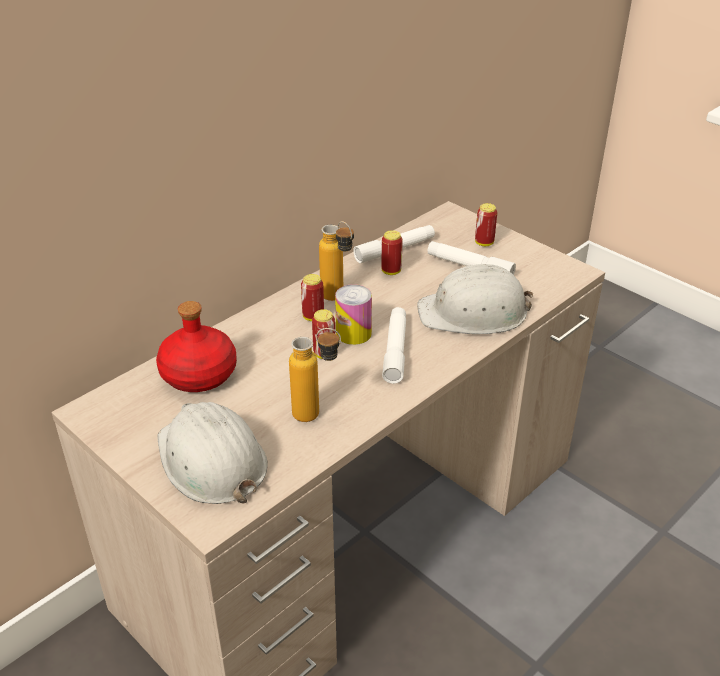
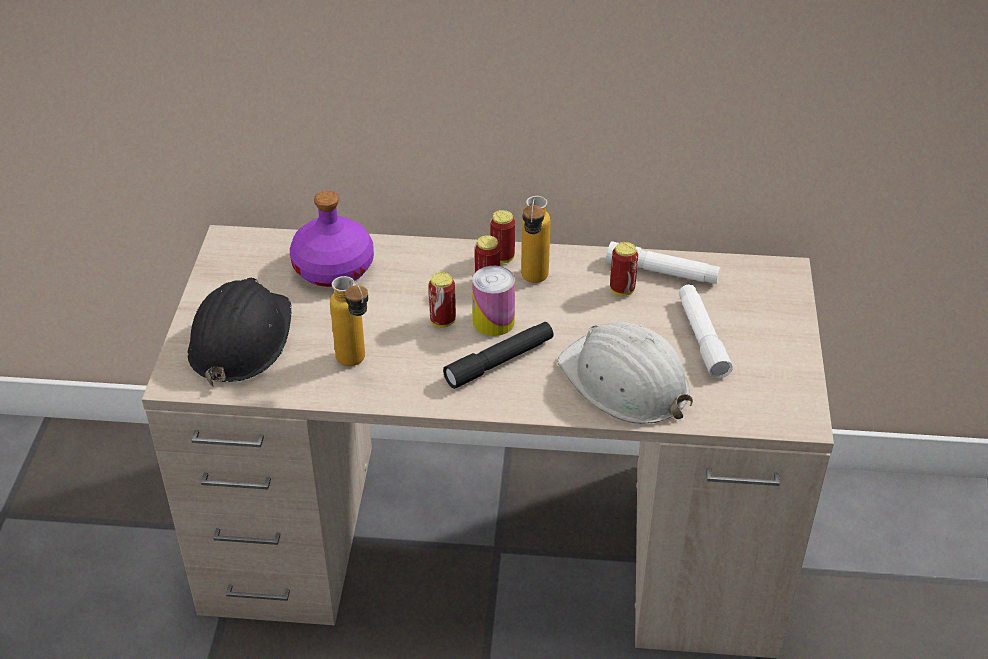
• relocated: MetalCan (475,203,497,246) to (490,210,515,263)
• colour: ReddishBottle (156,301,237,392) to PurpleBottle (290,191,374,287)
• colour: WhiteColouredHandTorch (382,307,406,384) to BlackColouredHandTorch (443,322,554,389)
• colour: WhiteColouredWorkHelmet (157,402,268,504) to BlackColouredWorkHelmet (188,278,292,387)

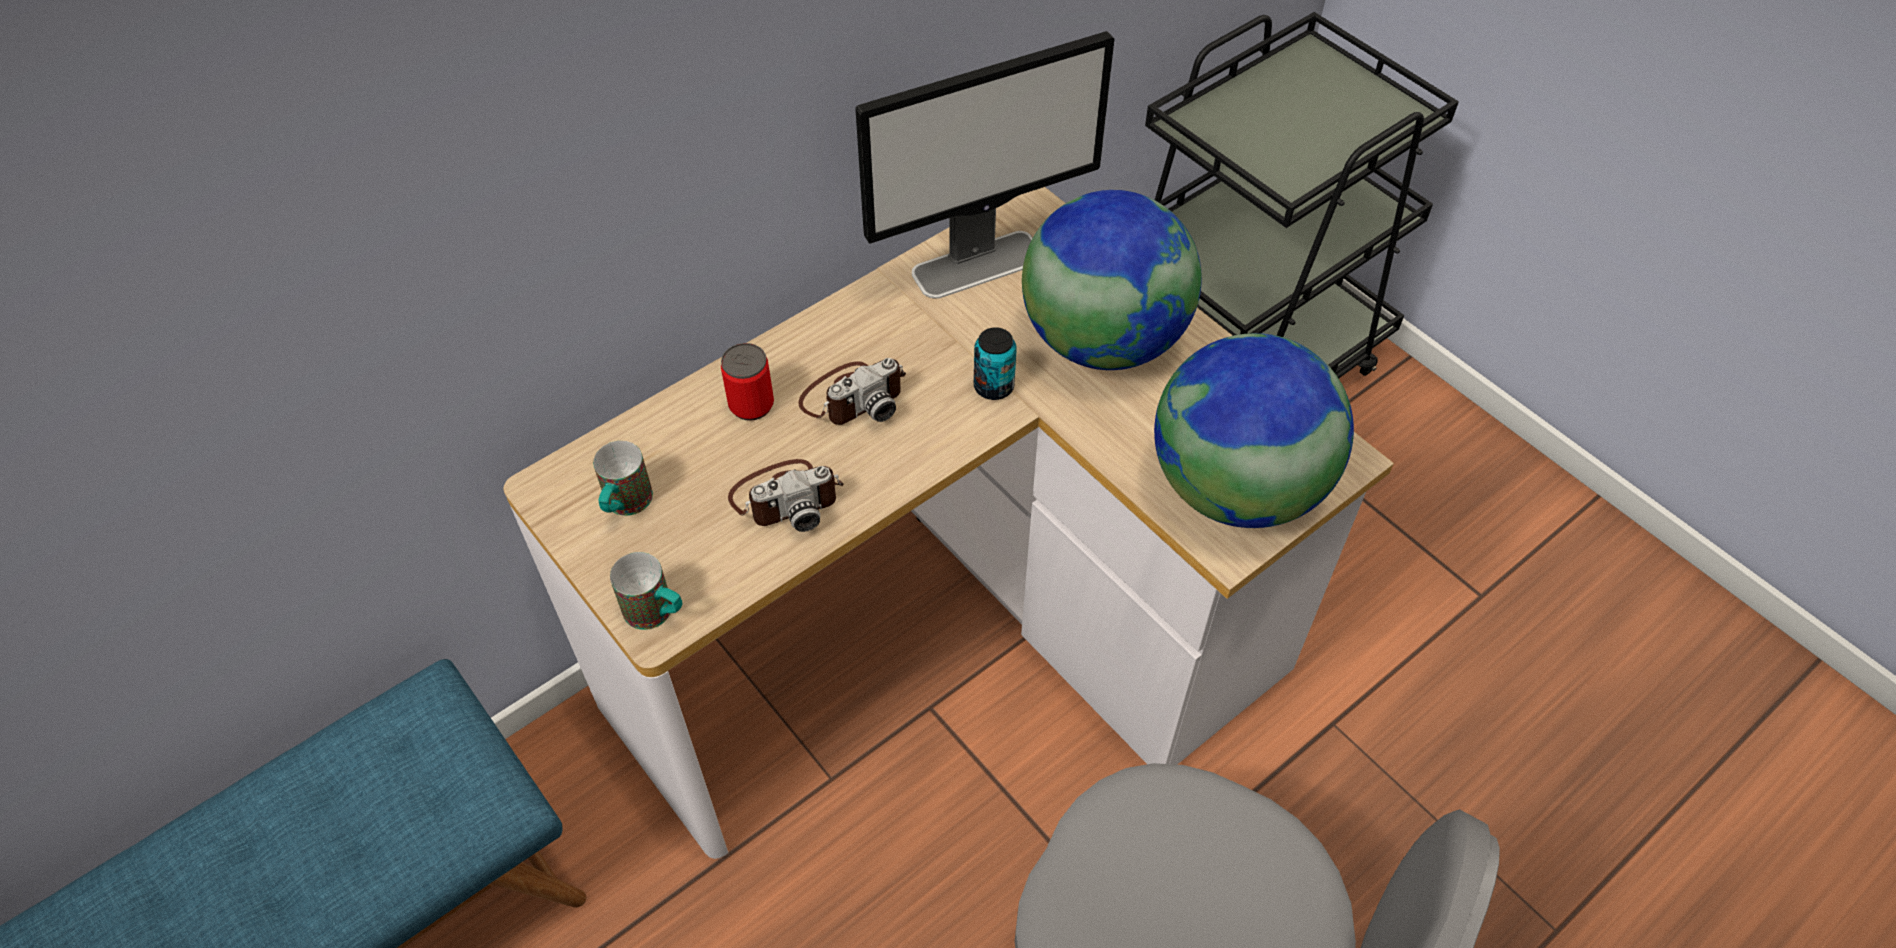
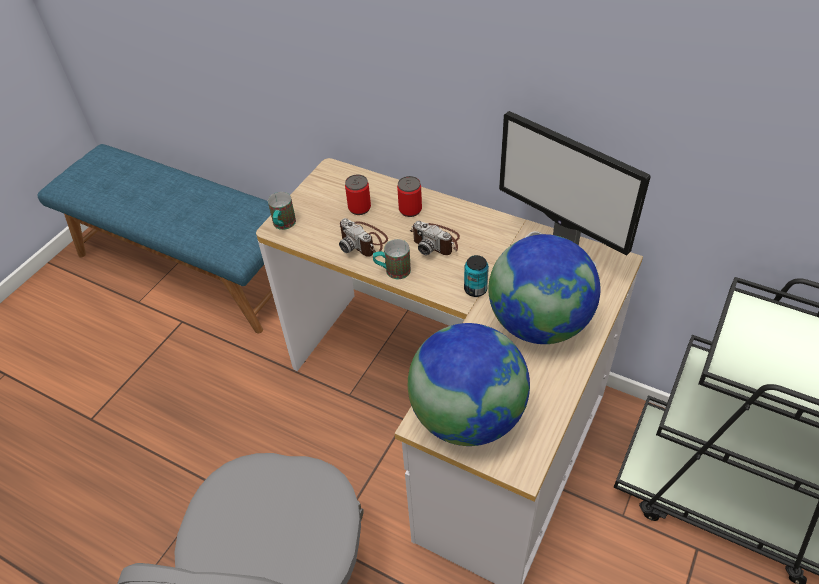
• relocated: TeaMug (593,441,653,516) to (373,239,411,279)
• appeared: MetalCan (345,174,371,215)

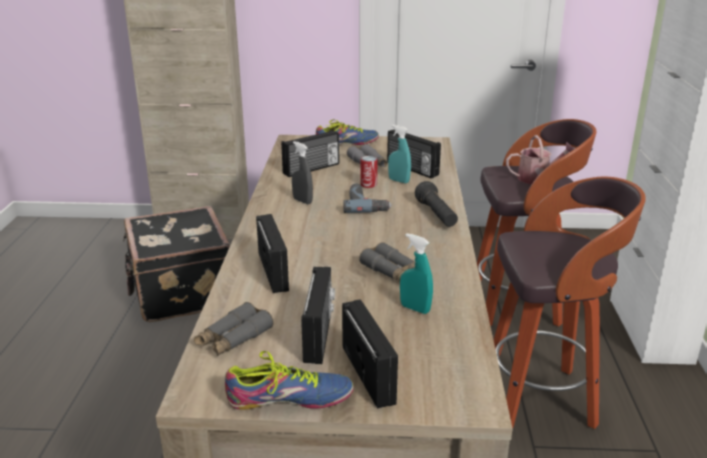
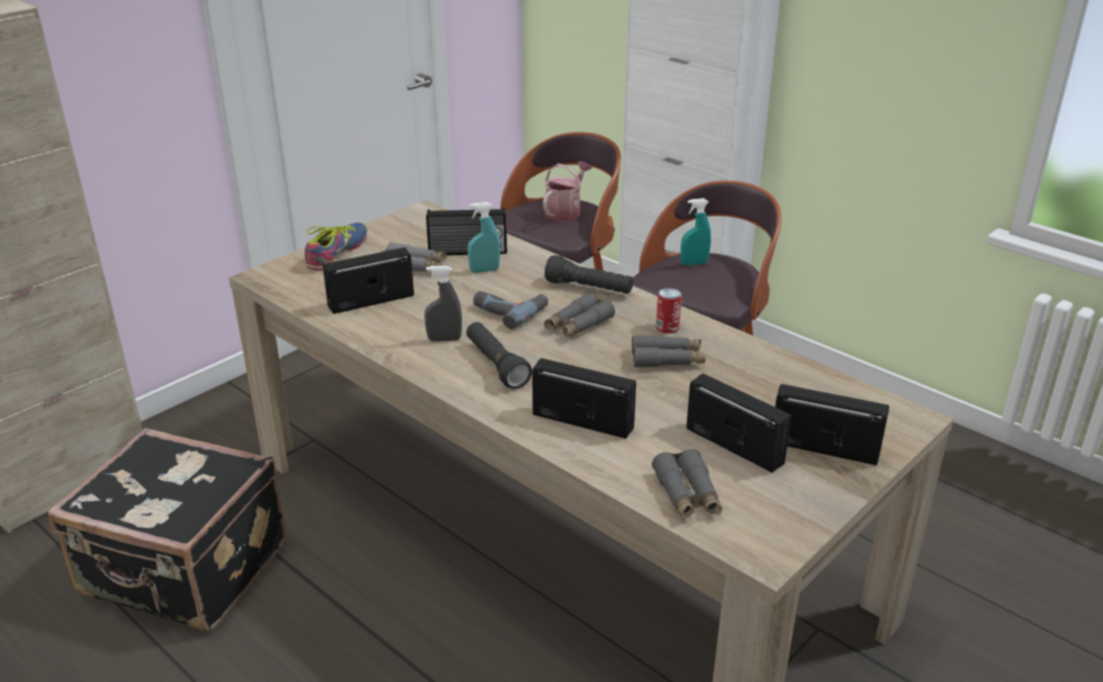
• spun: Radio (281,130,339,177) = (323,247,414,314) 120 degrees counterclockwise
• relocated: MetalCan (360,156,378,188) to (656,288,682,333)
• relocated: BlueGreenHandSprayer (400,233,433,314) to (681,198,711,266)
• missing: Shoe (225,351,354,410)
• appeared: GreyishFieldGlasses (544,293,615,338)
• appeared: BlackColouredHandTorch (466,322,532,389)

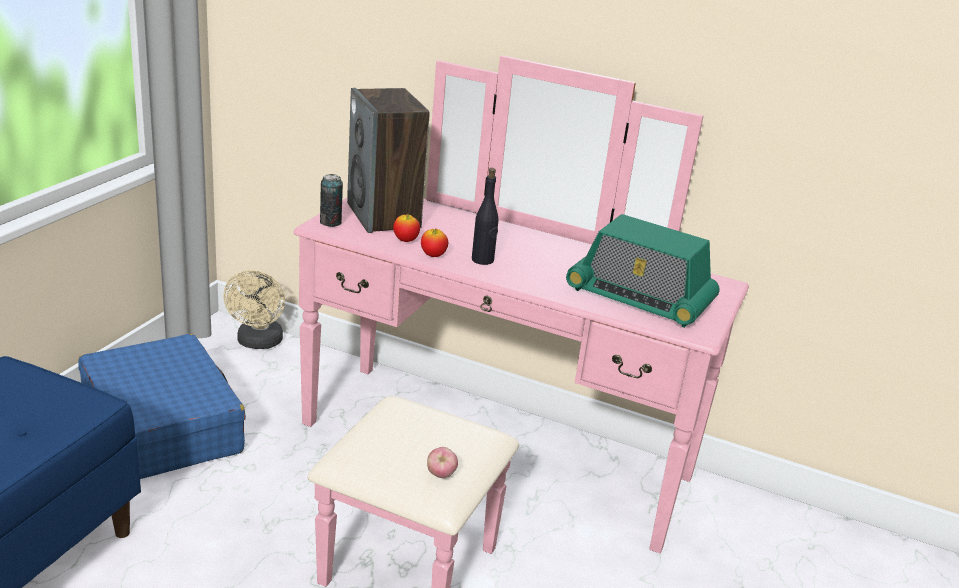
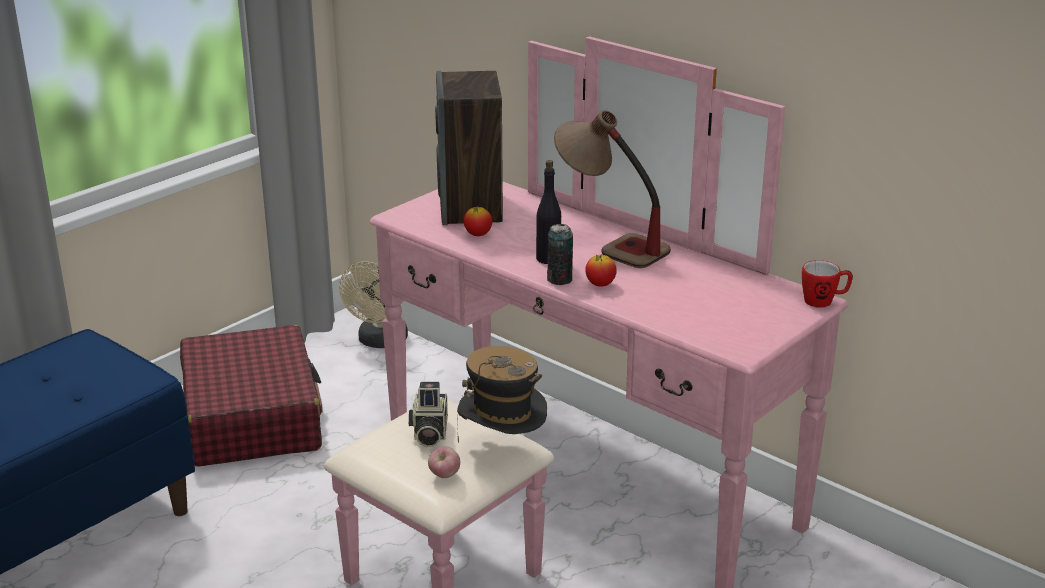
• relocated: MetalCan (320,174,343,227) to (547,224,573,285)
• missing: Radio (566,214,720,328)
• relocated: WholeApple (421,228,448,257) to (585,254,617,287)
• colour: BlueColouredSuitcase (78,334,246,479) to ReddishSuitcase (180,325,322,467)
• appeared: TableLamp (554,110,671,268)
• appeared: TeaMug (801,260,853,308)
• appeared: ClothingHat (457,346,547,443)
• appeared: PhotoCamera (409,382,448,447)

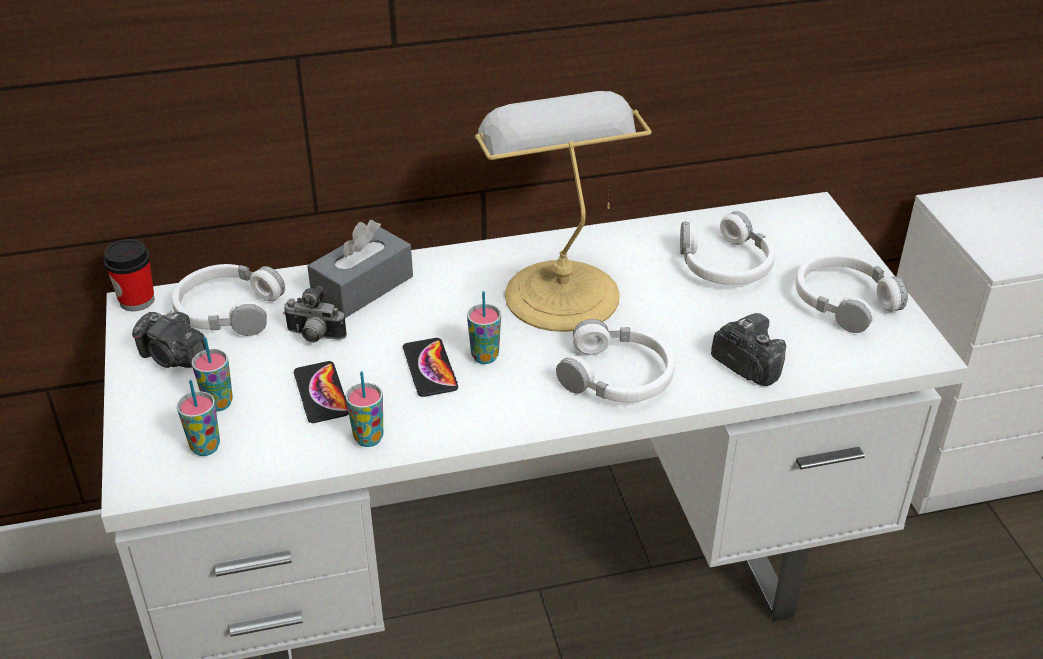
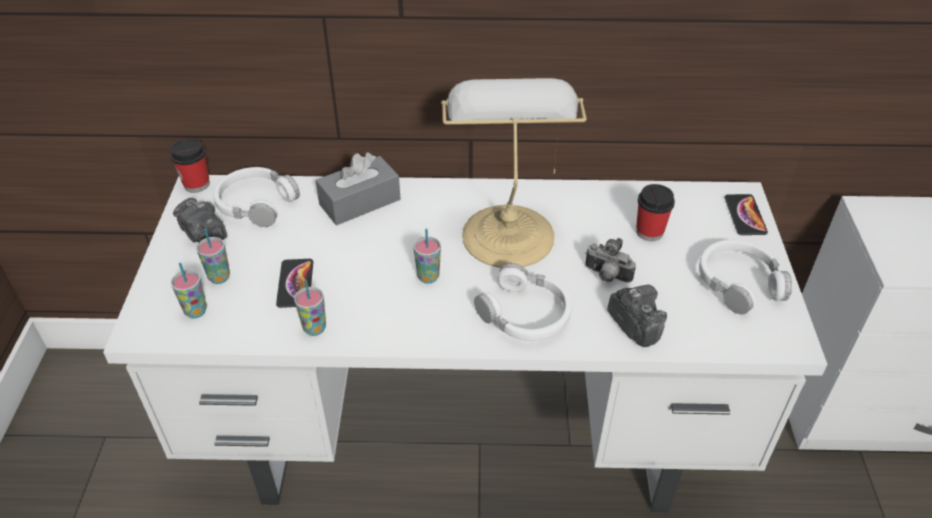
• exchanged: WhiteColouredHeadset (680,211,775,285) to Cup (636,184,675,241)
• relocated: PhotoCamera (283,286,347,343) to (585,238,636,283)
• relocated: Telephone (403,338,458,397) to (725,194,768,235)

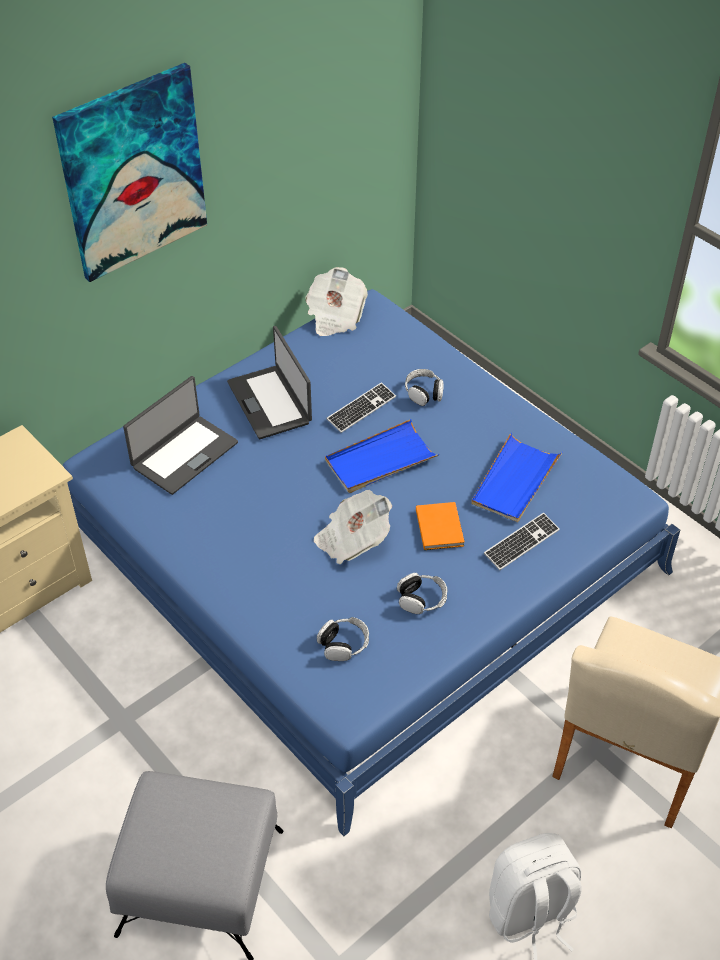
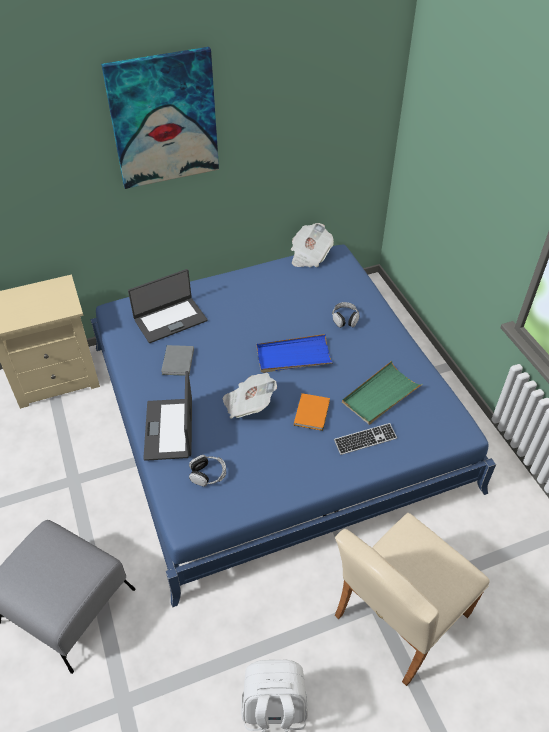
• relocated: Laptop (227,326,312,439) to (143,371,192,461)
• missing: PcKeyboard (326,382,396,433)
• colour: BlueColouredCarryingTray (471,433,563,522) to GreenishCarryingTray (342,361,423,425)
• missing: Headset (397,573,447,614)
• appeared: GreyishBook (161,345,194,376)

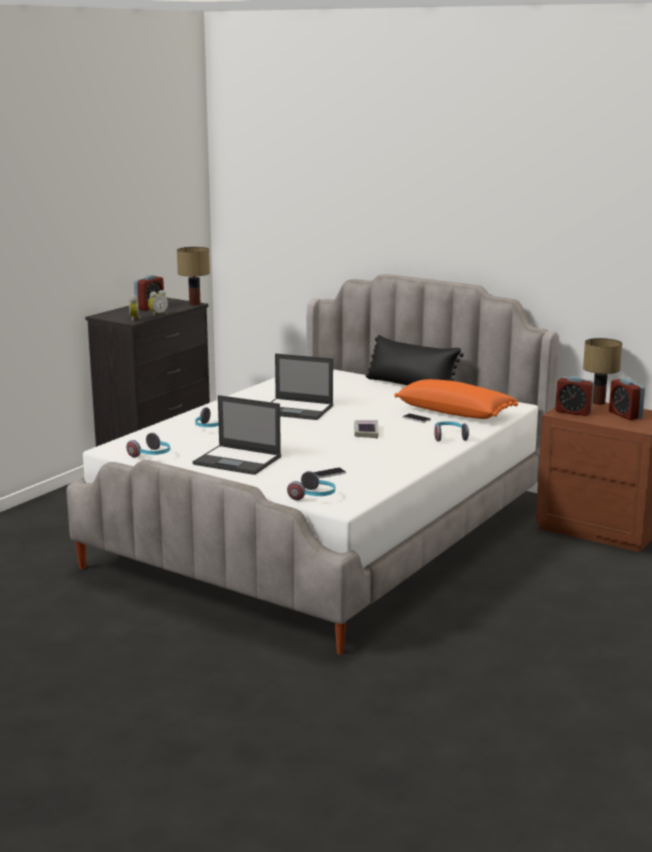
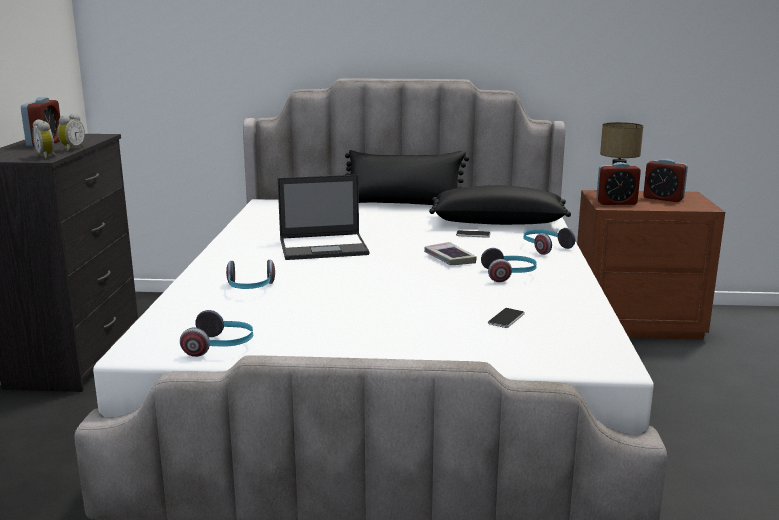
• missing: TableLamp (177,247,210,305)
• colour: OrangeThrowPillow (394,379,518,419) to BlackColouredThrowPillow (429,185,571,225)
• missing: Laptop (193,395,281,475)
• relocated: Headset (287,471,336,500) to (481,248,537,282)

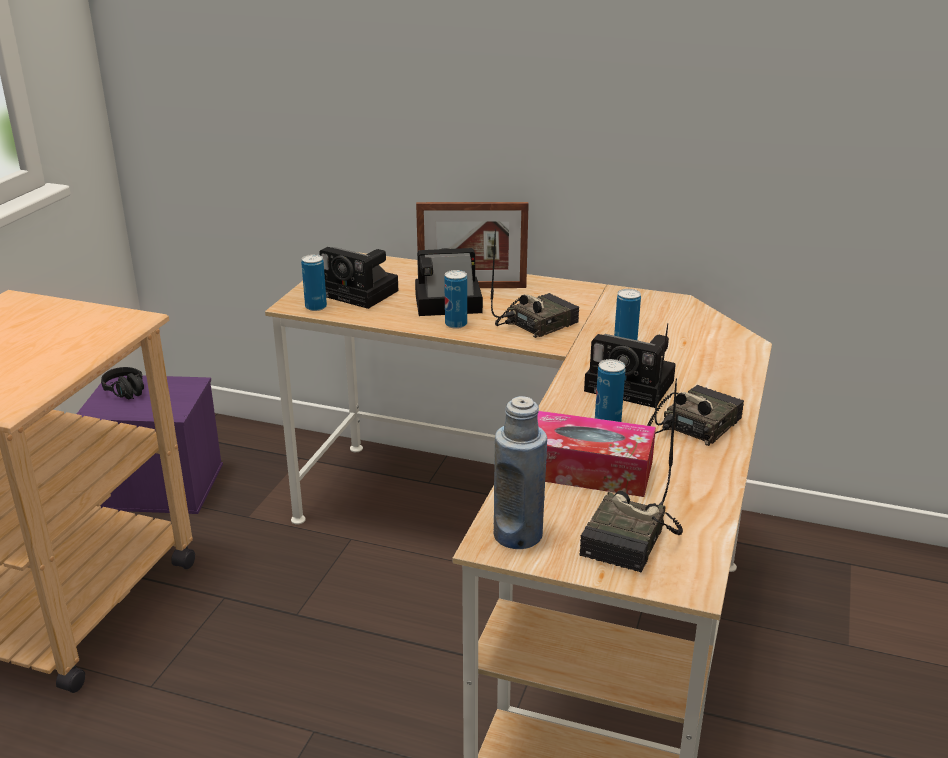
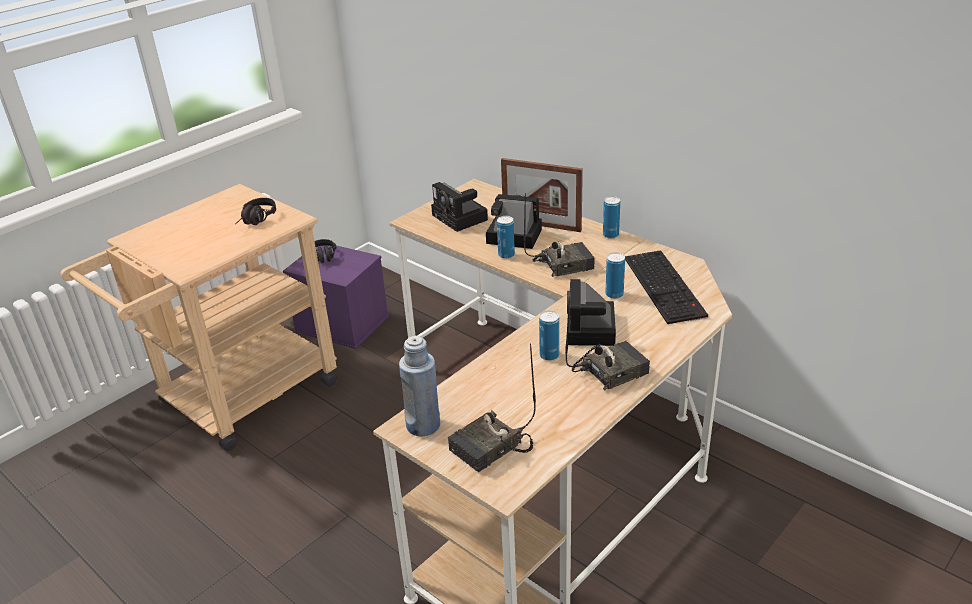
• relocated: MetalCan (301,254,327,311) to (603,196,620,239)
• spun: PhotoCamera (584,334,676,408) = (567,279,616,346) 45 degrees clockwise
• missing: TissueHolder (538,411,656,497)
• appeared: BlackColouredHeadset (235,198,276,225)
• appeared: PcKeyboard (625,250,708,324)

